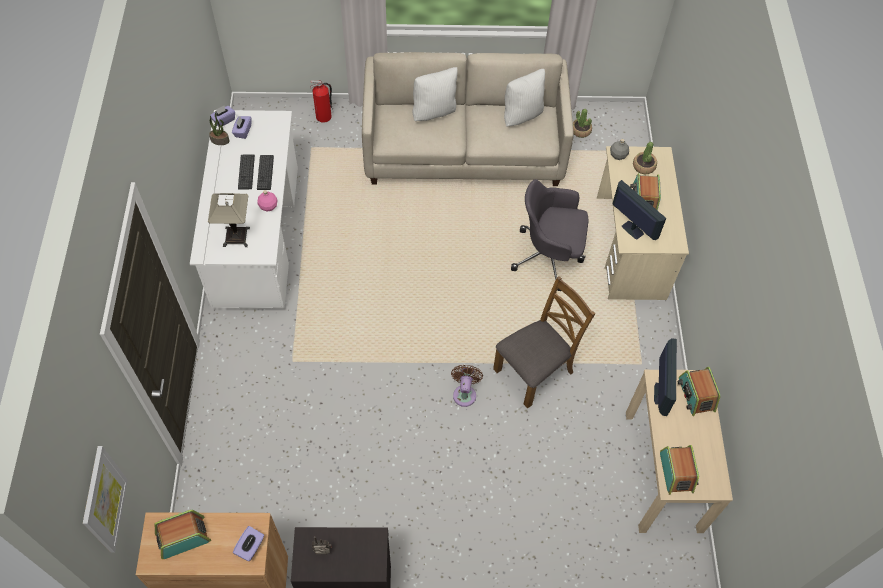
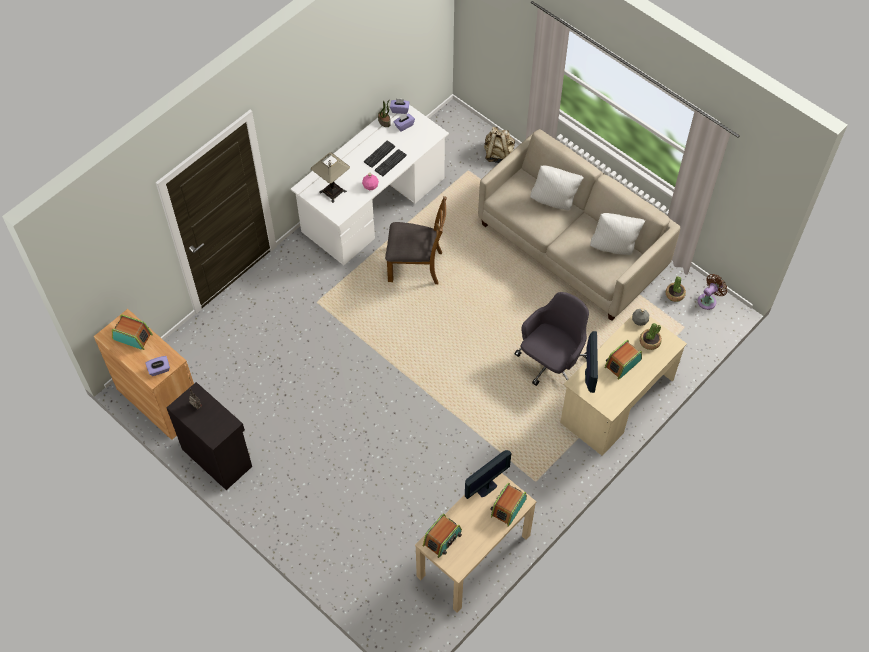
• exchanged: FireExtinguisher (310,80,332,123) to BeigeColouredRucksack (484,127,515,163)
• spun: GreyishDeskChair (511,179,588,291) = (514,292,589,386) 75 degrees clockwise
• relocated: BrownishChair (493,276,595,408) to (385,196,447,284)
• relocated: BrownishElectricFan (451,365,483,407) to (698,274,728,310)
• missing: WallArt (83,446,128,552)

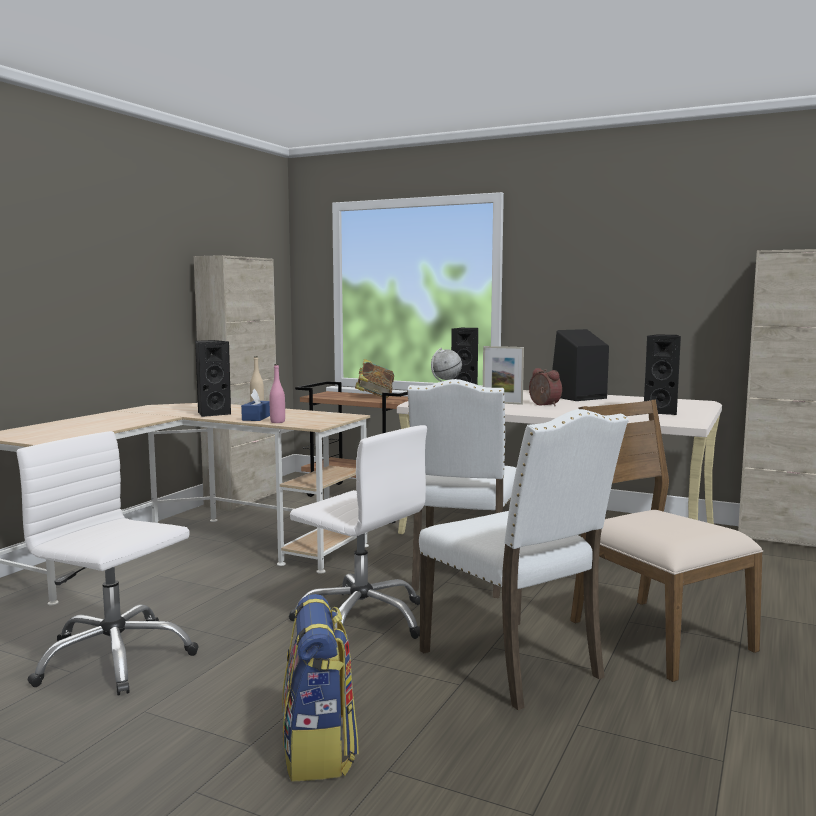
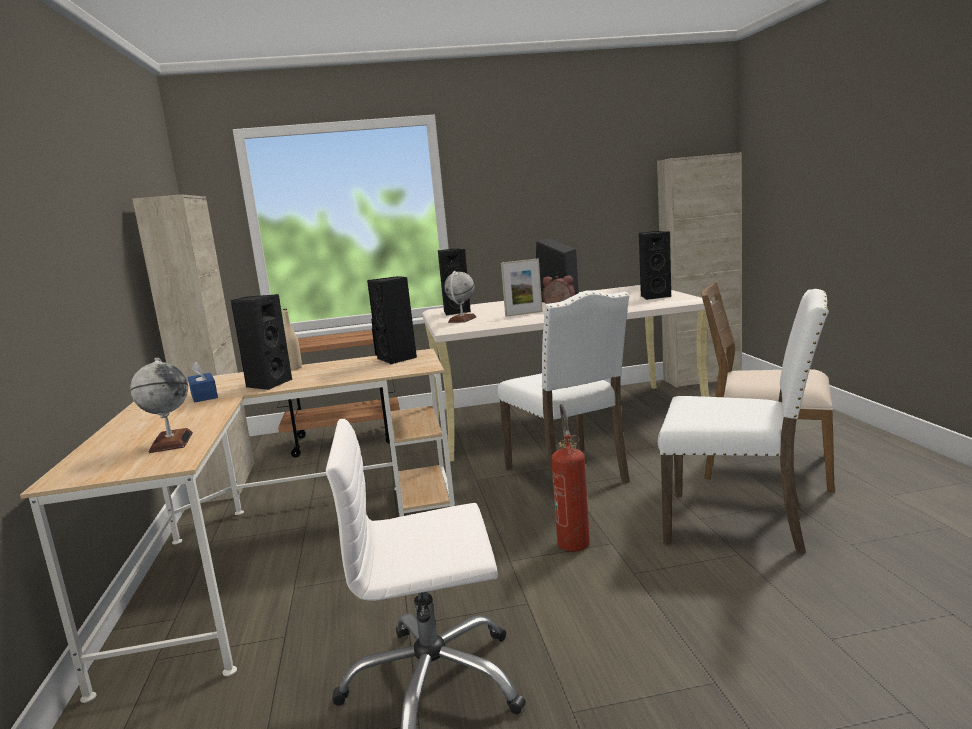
• missing: Book (355,359,394,398)
• missing: PinkBottle (269,364,285,423)
• relocated: BlueColouredTissueHolder (241,389,270,421) to (188,362,218,403)
• exchanged: WhiteColouredDeskChair (289,425,427,639) to FireExtinguisher (552,404,590,552)
• missing: Rucksack (282,594,359,781)
• appeared: BlackColouredAudioSpeaker (367,276,417,364)
• appeared: DeskGlobe (130,358,193,453)

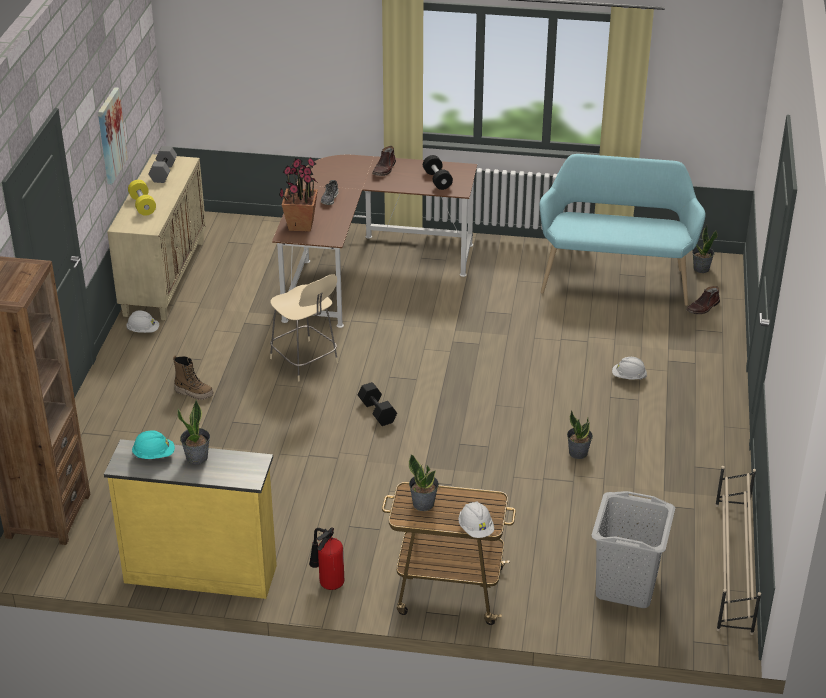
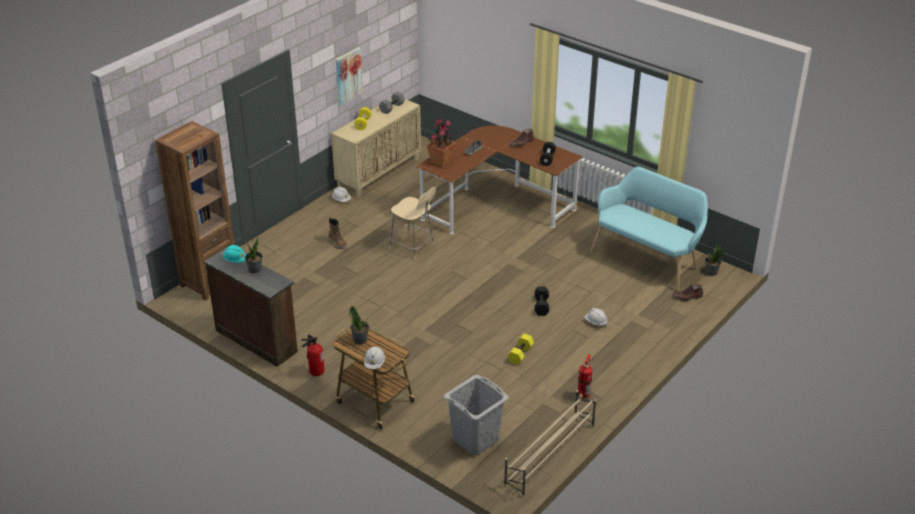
• spun: BeigeColouredChair (270,274,338,382) = (389,187,436,260) 45 degrees counterclockwise
• relocated: BlackColouredFreeWeight (358,382,397,426) to (534,286,549,316)
• exchanged: PlantInAPot (567,410,593,459) to YellowColouredFreeWeight (507,334,534,365)
• colour: YellowColouredChestOfDrawers (104,439,277,599) to BrownishChestOfDrawers (204,247,298,367)
• appeared: FireExtinguisher (578,355,592,398)

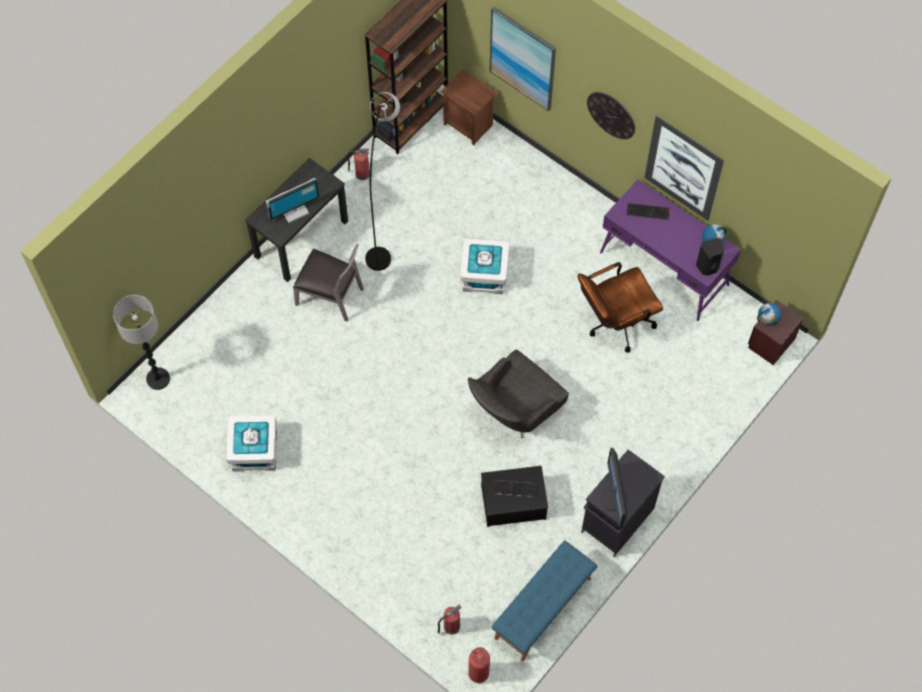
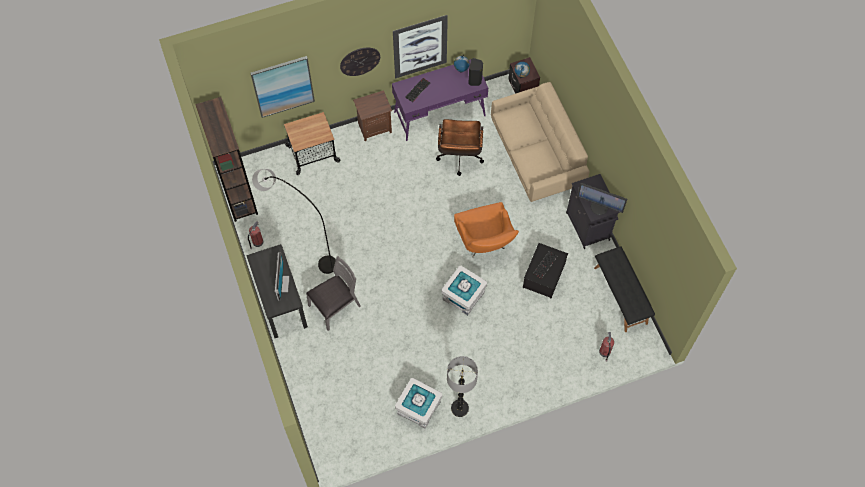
• relocated: BrownishBedsideTable (441,69,497,145) to (353,90,392,141)
• relocated: WhiteColouredStorageBox (460,238,509,294) to (441,266,487,315)
• relocated: StandardLamp (113,295,170,390) to (447,356,478,417)
• colour: GreyishArmchair (468,350,569,438) to OrangeArmchair (454,202,519,257)
• colour: BlueColouredLongSeat (492,540,597,661) to BlackColouredLongSeat (594,246,655,332)
• missing: FireExtinguisher (468,647,490,683)
• appeared: BeigeColouredCouch (491,82,589,202)
• appeared: Cart (284,112,341,175)

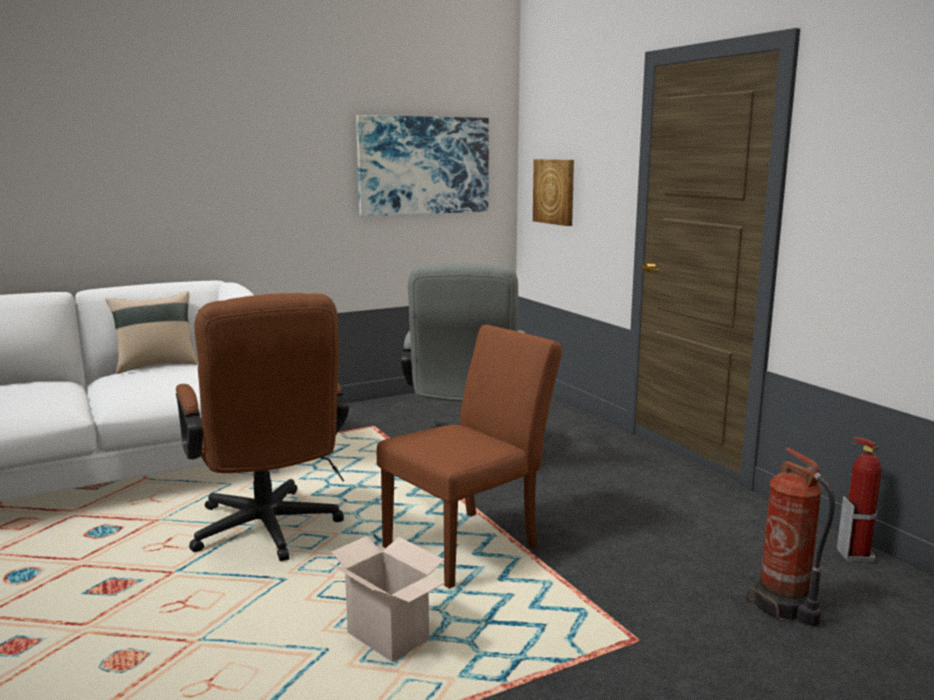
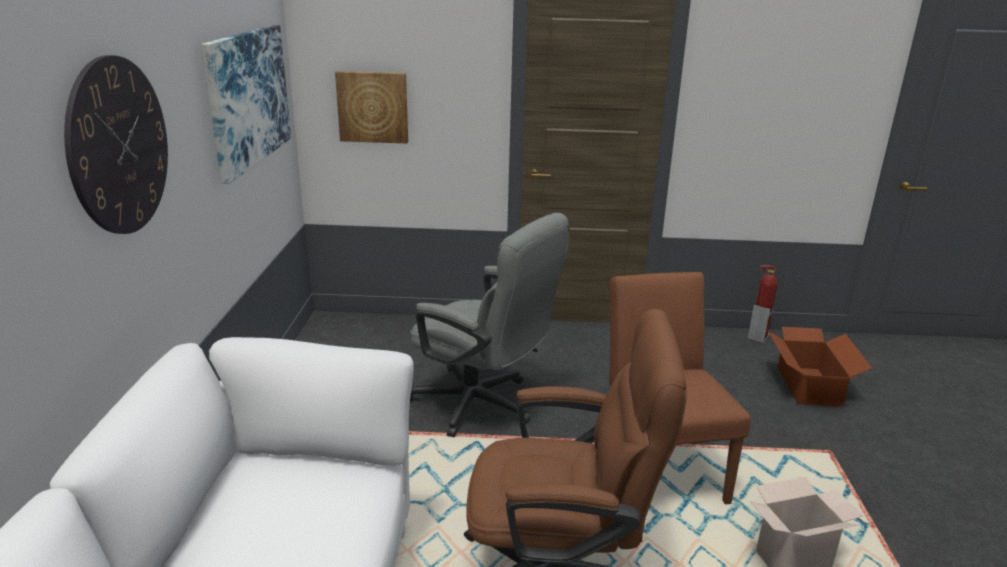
• missing: BeigeColouredThrowPillow (105,291,198,374)
• exchanged: FireExtinguisher (746,448,835,626) to CardboardBox (767,327,872,407)
• appeared: HangingClock (64,55,168,234)

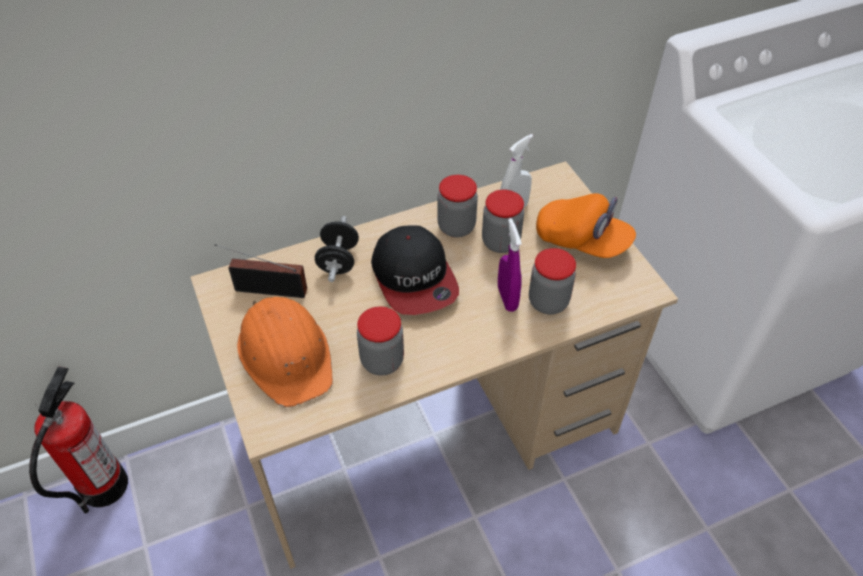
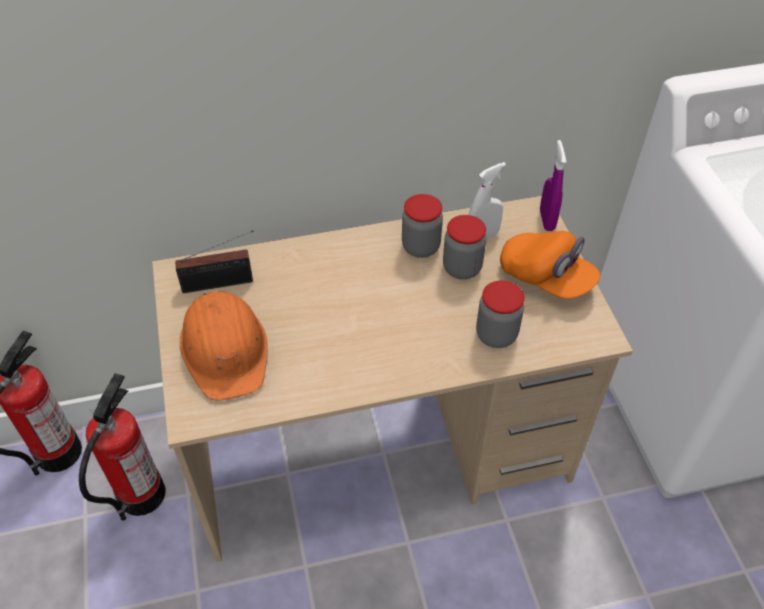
• missing: BlackColouredFreeWeight (315,216,359,282)
• relocated: PurpleHandSprayer (498,218,522,312) to (540,140,566,231)
• missing: PeakedCap (371,225,459,315)
• spun: Radio (214,244,307,298) = (175,230,254,293) 150 degrees clockwise
• missing: PreserveJar (357,306,404,376)
• appeared: FireExtinguisher (79,373,165,521)

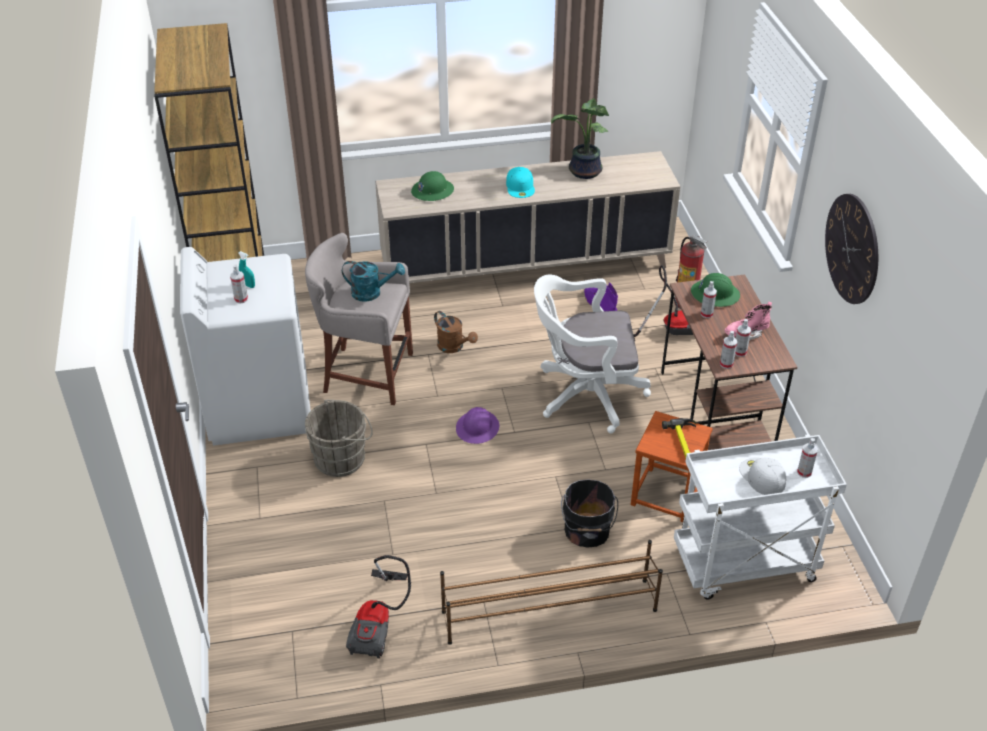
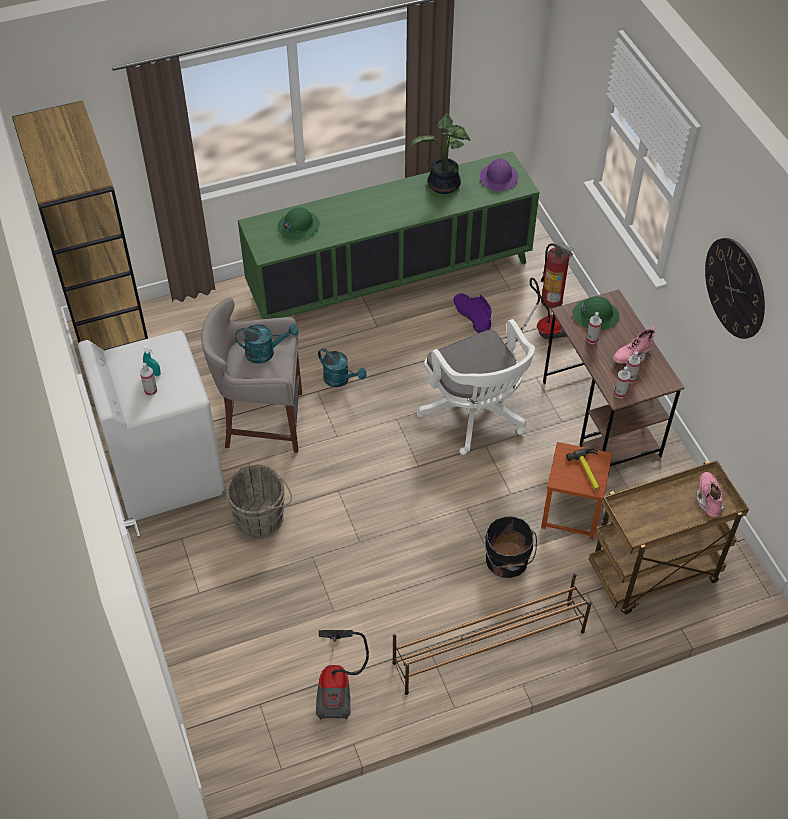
• colour: BeigeColouredCupboard (375,151,680,283) to GreenishCupboard (238,151,539,319)
• missing: BlueGreenPeakedCap (506,167,535,198)
• spun: WhiteColouredDeskChair (534,274,651,433) = (417,319,535,455) 105 degrees counterclockwise
• colour: BrownishWateringCan (434,311,478,353) to BlueGreenWateringCan (318,348,367,387)
• relocated: PurpleWorkHelmet (456,407,499,444) to (480,159,519,191)
• colour: WhiteColouredCart (674,434,847,600) to BrownishCart (589,460,749,614)
• exchanged: HandSprayer (797,438,818,478) to PinkHighTopBoot (696,472,725,517)
• missing: WhiteColouredPeakedCap (739,457,786,495)

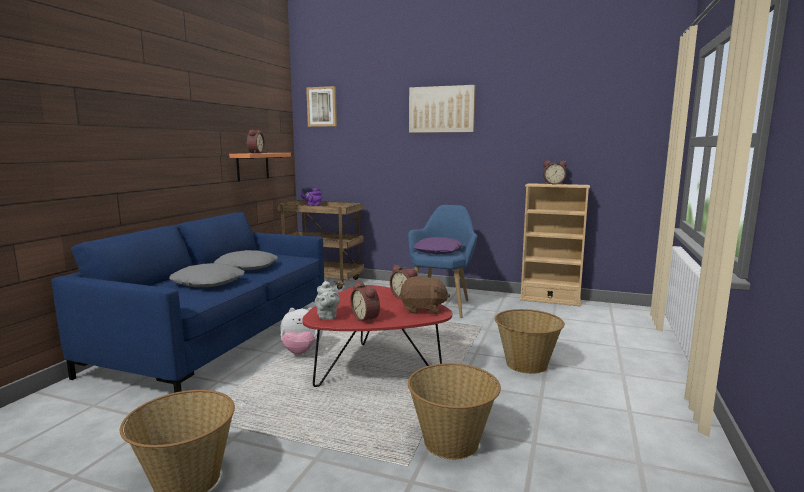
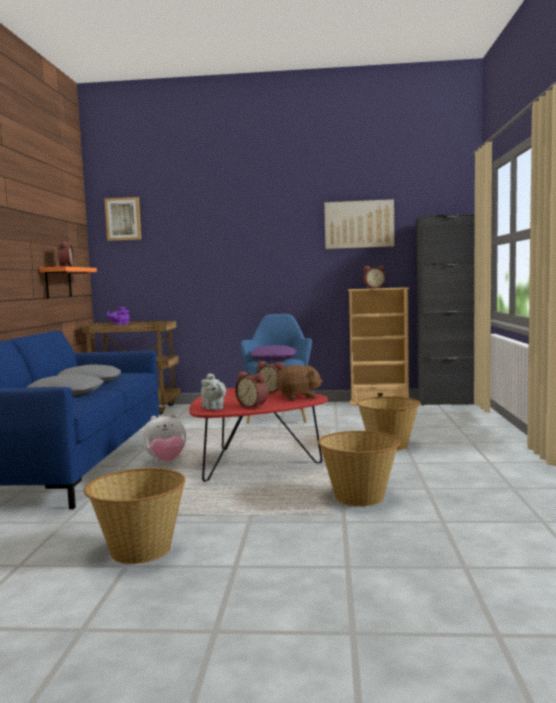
• relocated: WallArt (409,85,475,133) to (324,199,395,249)
• appeared: BlackColouredCupboard (417,214,475,406)

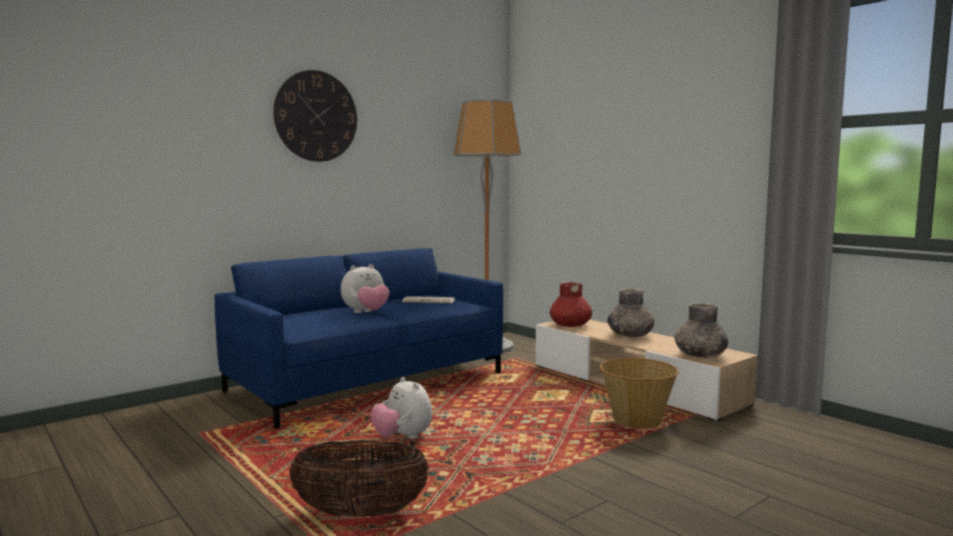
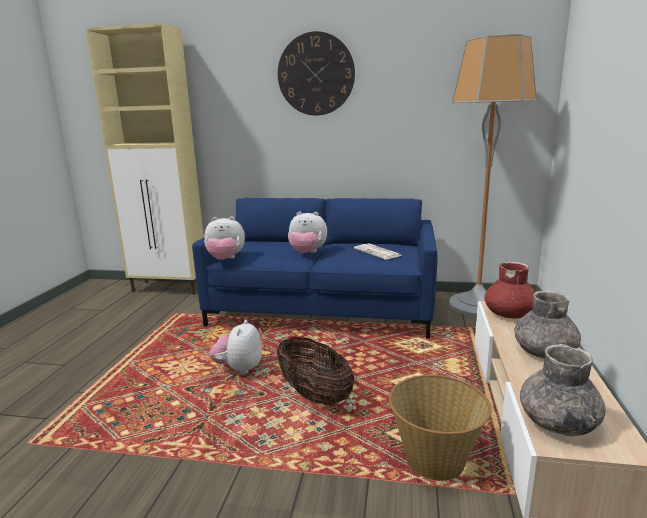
• relocated: StorageBasket (289,440,430,517) to (277,337,354,406)
• appeared: BeigeColouredCupboard (85,23,204,295)
• appeared: CuddlyToy (204,217,245,260)

